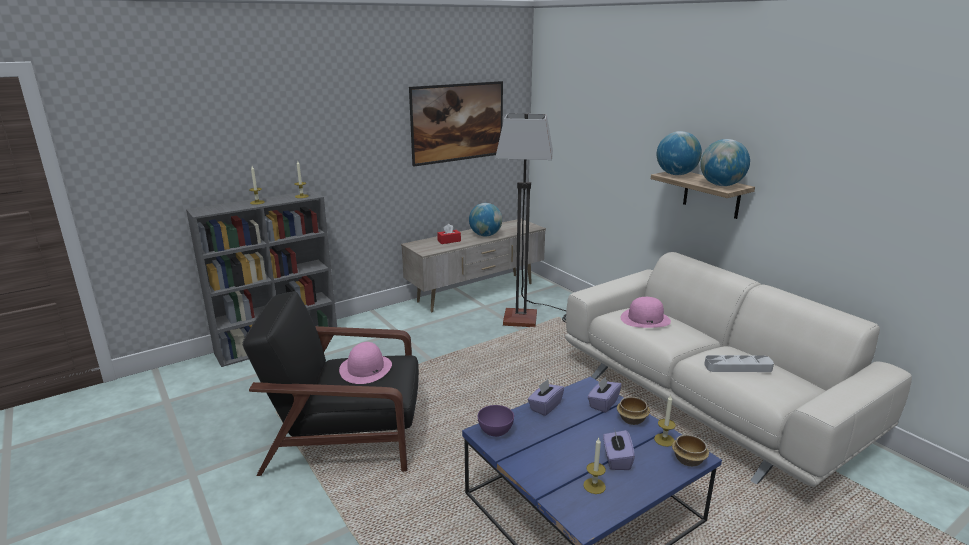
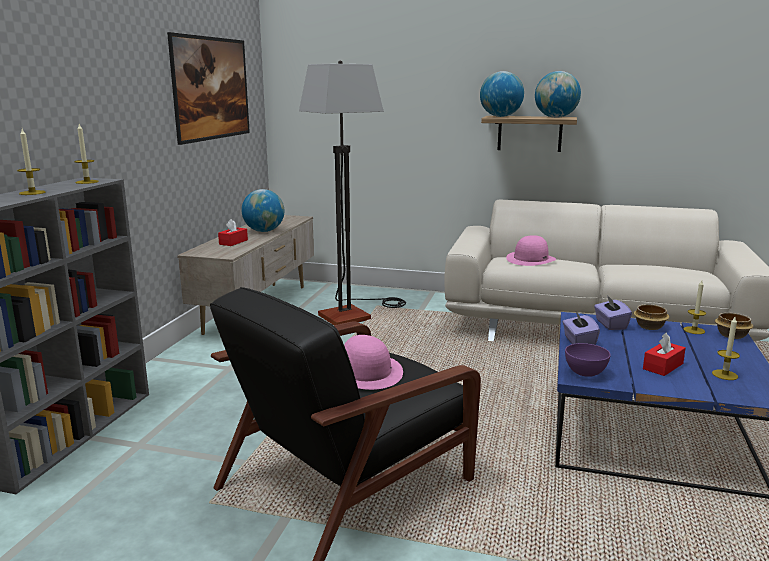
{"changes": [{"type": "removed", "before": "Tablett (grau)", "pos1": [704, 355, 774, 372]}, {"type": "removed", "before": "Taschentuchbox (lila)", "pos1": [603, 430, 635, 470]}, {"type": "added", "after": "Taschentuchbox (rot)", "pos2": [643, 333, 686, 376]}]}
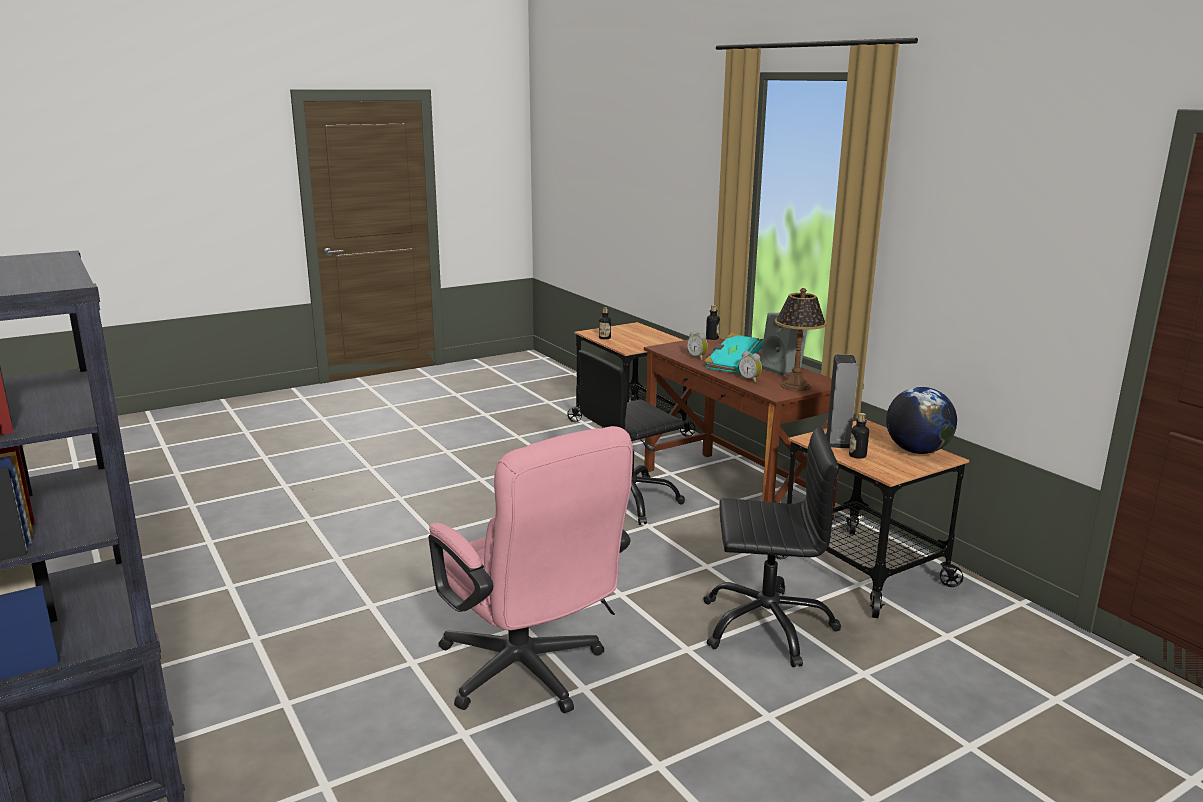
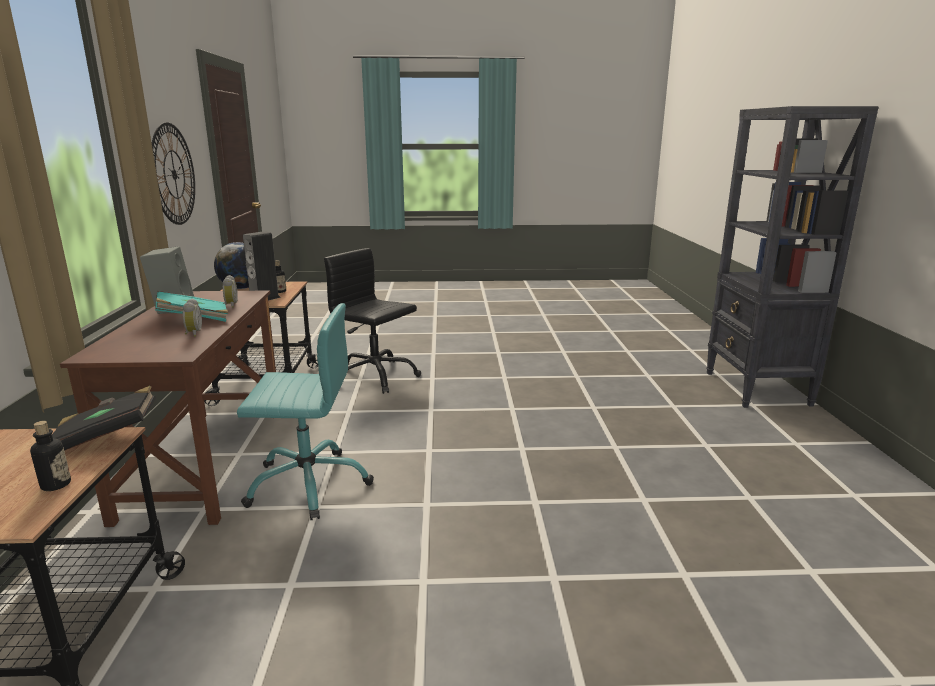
{"changes": [{"type": "removed", "before": "Tischlampe", "pos1": [774, 288, 827, 391]}, {"type": "removed", "before": "Flasche", "pos1": [706, 305, 720, 340]}, {"type": "recoloured", "before": "Bürostuhl (schwarz)", "after": "Bürostuhl (türkis)", "pos1": [579, 350, 685, 525], "pos2": [237, 303, 374, 520]}, {"type": "removed", "before": "Bürostuhl (rosa)", "pos1": [428, 426, 633, 713]}, {"type": "added", "after": "Wanduhr", "pos2": [152, 122, 195, 225]}, {"type": "added", "after": "Buch (schwarz)", "pos2": [52, 386, 156, 451]}]}
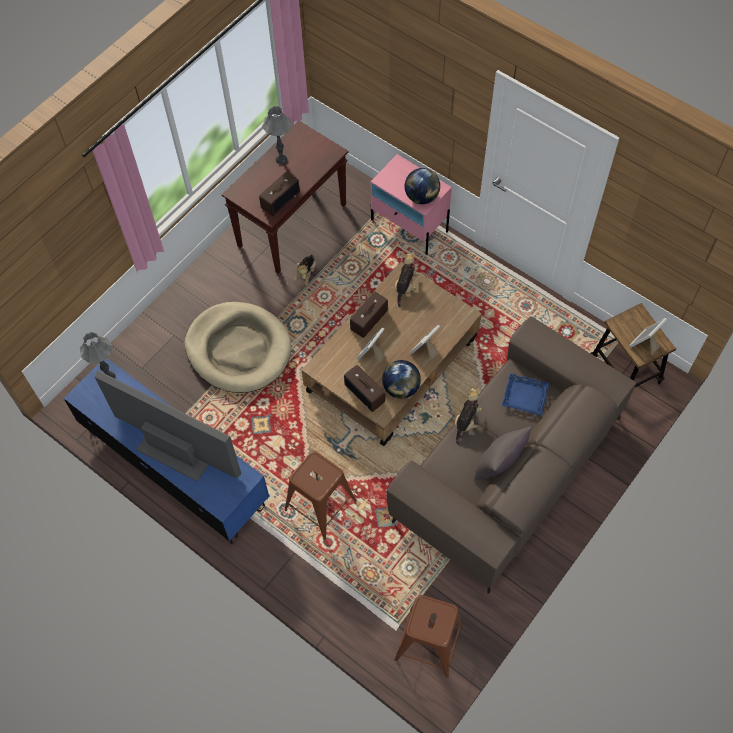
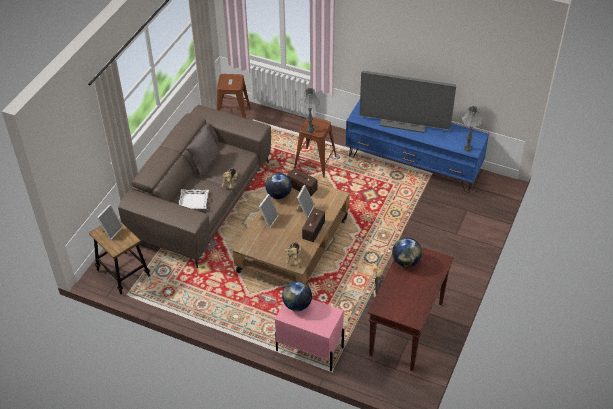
{"changes": [{"type": "moved", "before": "Tischlampe (grau)", "pos1": [262, 106, 291, 164], "pos2": [300, 88, 320, 133]}, {"type": "replaced", "before": "Radio", "after": "Globus", "pos1": [259, 172, 300, 216], "pos2": [392, 238, 422, 267]}, {"type": "removed", "before": "Hundebett (beige)", "pos1": [185, 302, 292, 393]}, {"type": "recoloured", "before": "Tablett (blau)", "after": "Tablett (weiß)", "pos1": [501, 373, 550, 416], "pos2": [179, 189, 209, 209]}]}
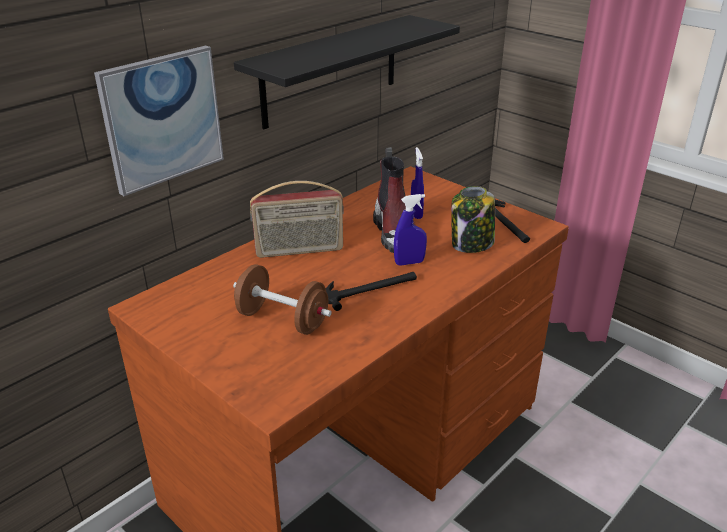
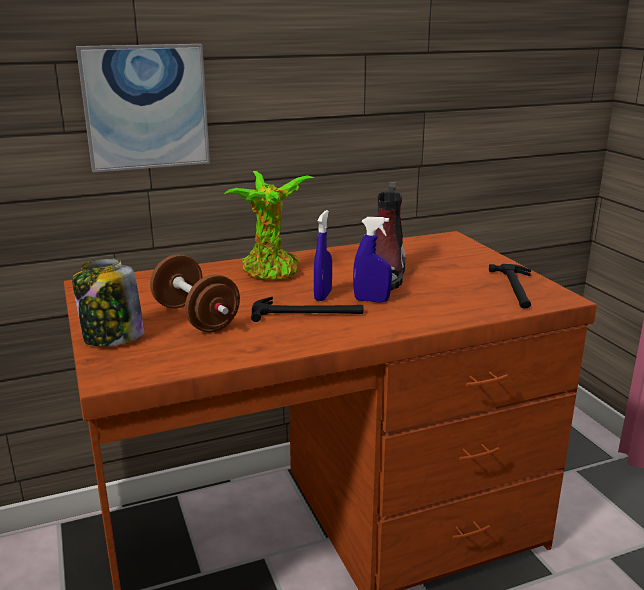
{"changes": [{"type": "removed", "before": "Wandregal (schwarz)", "pos1": [234, 15, 460, 129]}, {"type": "moved", "before": "Sprühflasche (blau)", "pos1": [411, 147, 424, 219], "pos2": [314, 210, 332, 301]}, {"type": "replaced", "before": "Radio", "after": "Topfpflanze", "pos1": [250, 181, 344, 258], "pos2": [224, 171, 315, 280]}, {"type": "moved", "before": "Vorratsglas", "pos1": [451, 186, 495, 253], "pos2": [72, 259, 145, 347]}]}
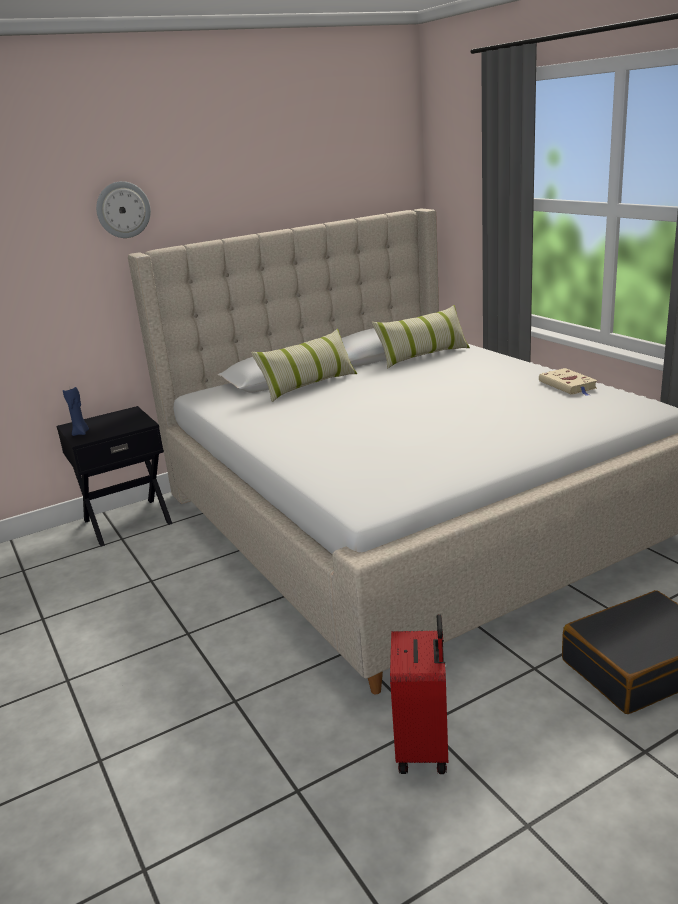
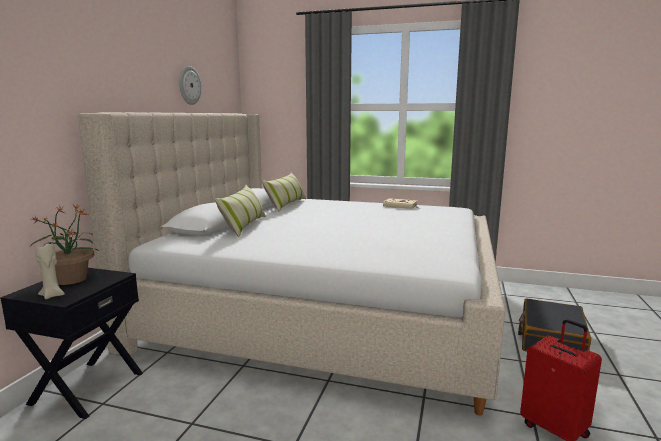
{"changes": [{"type": "moved", "before": "Wanduhr", "pos1": [96, 181, 151, 238], "pos2": [179, 66, 201, 105]}, {"type": "recoloured", "before": "Kerze (blau)", "after": "Kerze (beige)", "pos1": [63, 387, 89, 436], "pos2": [35, 243, 65, 299]}, {"type": "added", "after": "Topfpflanze", "pos2": [29, 206, 97, 285]}]}
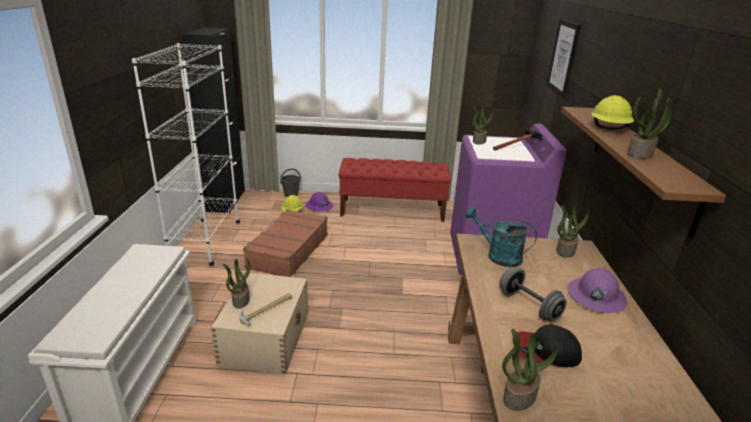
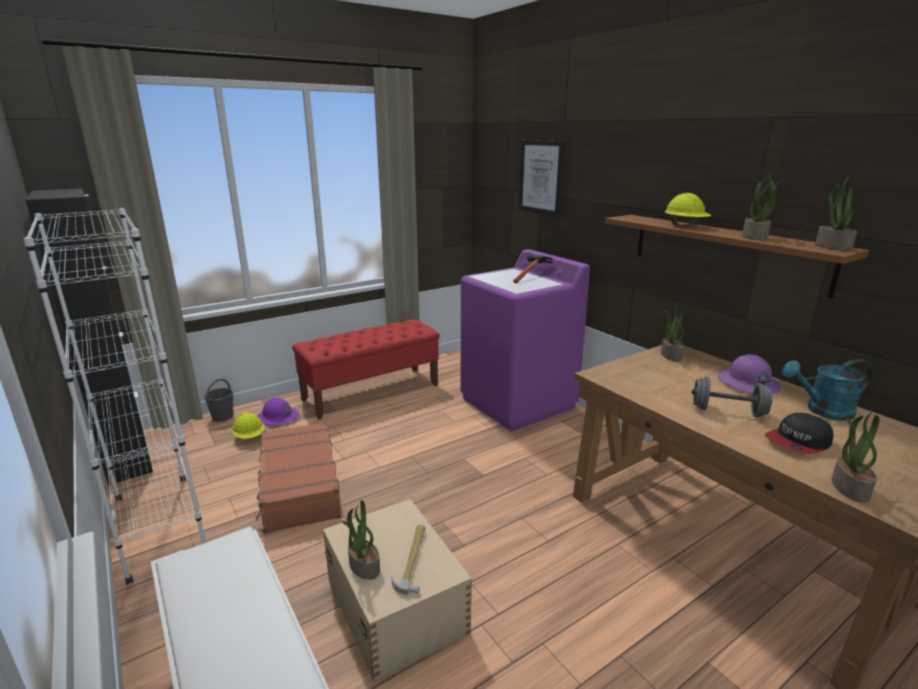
{"changes": [{"type": "moved", "before": "Topfpflanze", "pos1": [472, 104, 493, 144], "pos2": [815, 176, 857, 251]}, {"type": "moved", "before": "Gießkanne (türkis)", "pos1": [465, 207, 537, 267], "pos2": [782, 359, 873, 421]}]}
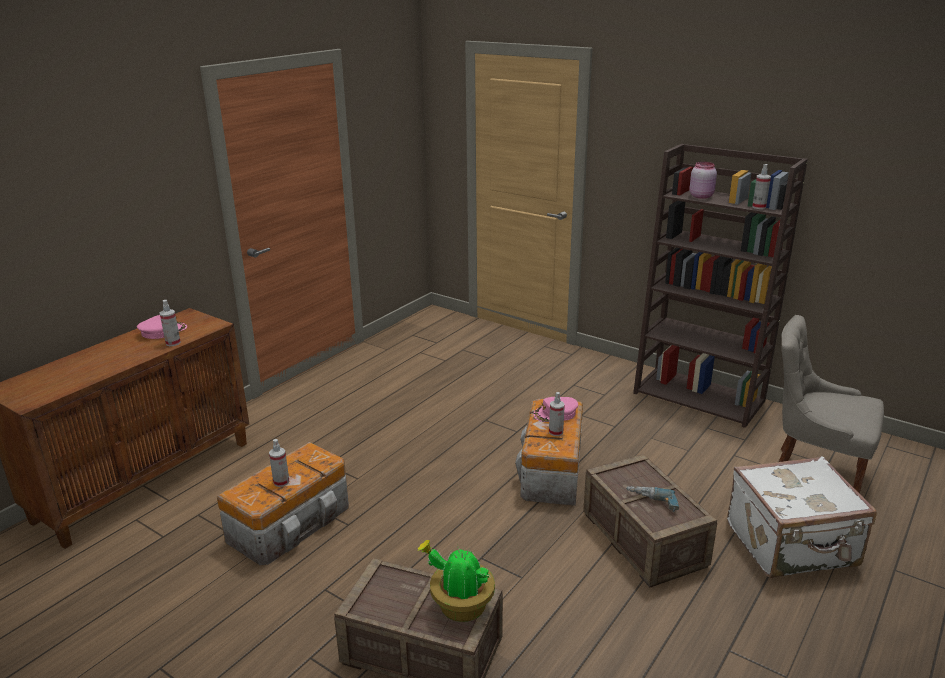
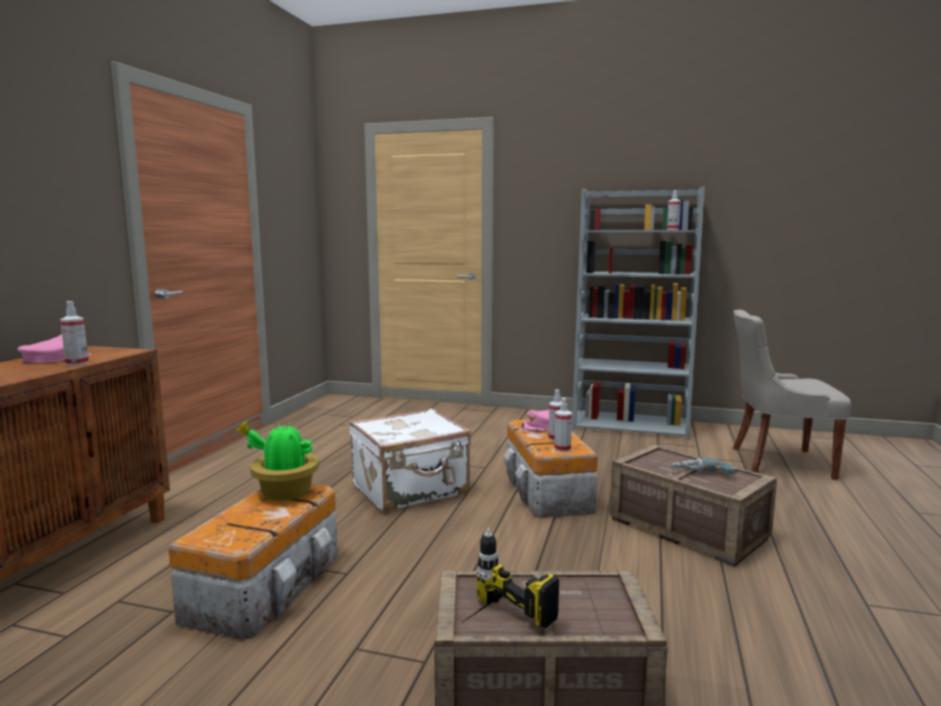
{"changes": [{"type": "recoloured", "before": "Bücherregal (braun)", "after": "Bücherregal (grau)", "pos1": [633, 144, 808, 428], "pos2": [572, 187, 705, 439]}, {"type": "removed", "before": "Vorratsglas (rosa)", "pos1": [689, 162, 717, 199]}, {"type": "moved", "before": "Sprühflasche", "pos1": [269, 439, 289, 487], "pos2": [554, 398, 572, 452]}, {"type": "moved", "before": "Koffer (weiß)", "pos1": [727, 456, 877, 578], "pos2": [349, 409, 471, 512]}, {"type": "moved", "before": "Topfpflanze", "pos1": [417, 539, 495, 622], "pos2": [236, 420, 319, 501]}, {"type": "added", "after": "Bohrmaschine", "pos2": [460, 528, 559, 628]}]}
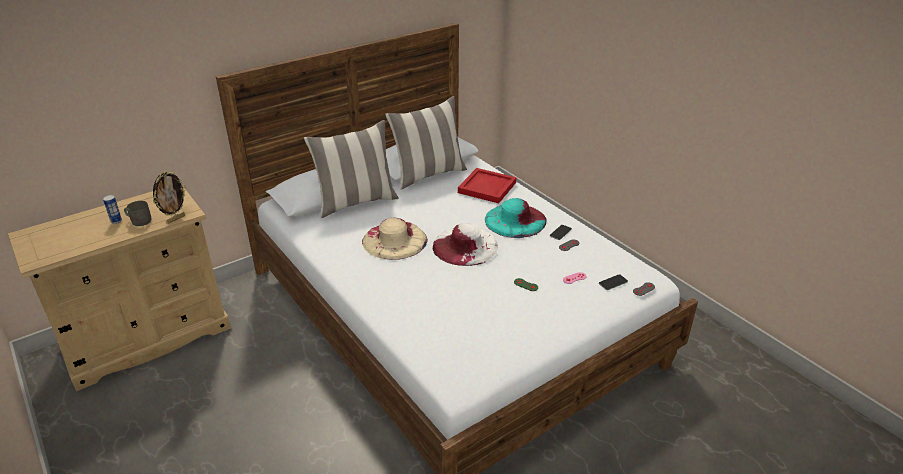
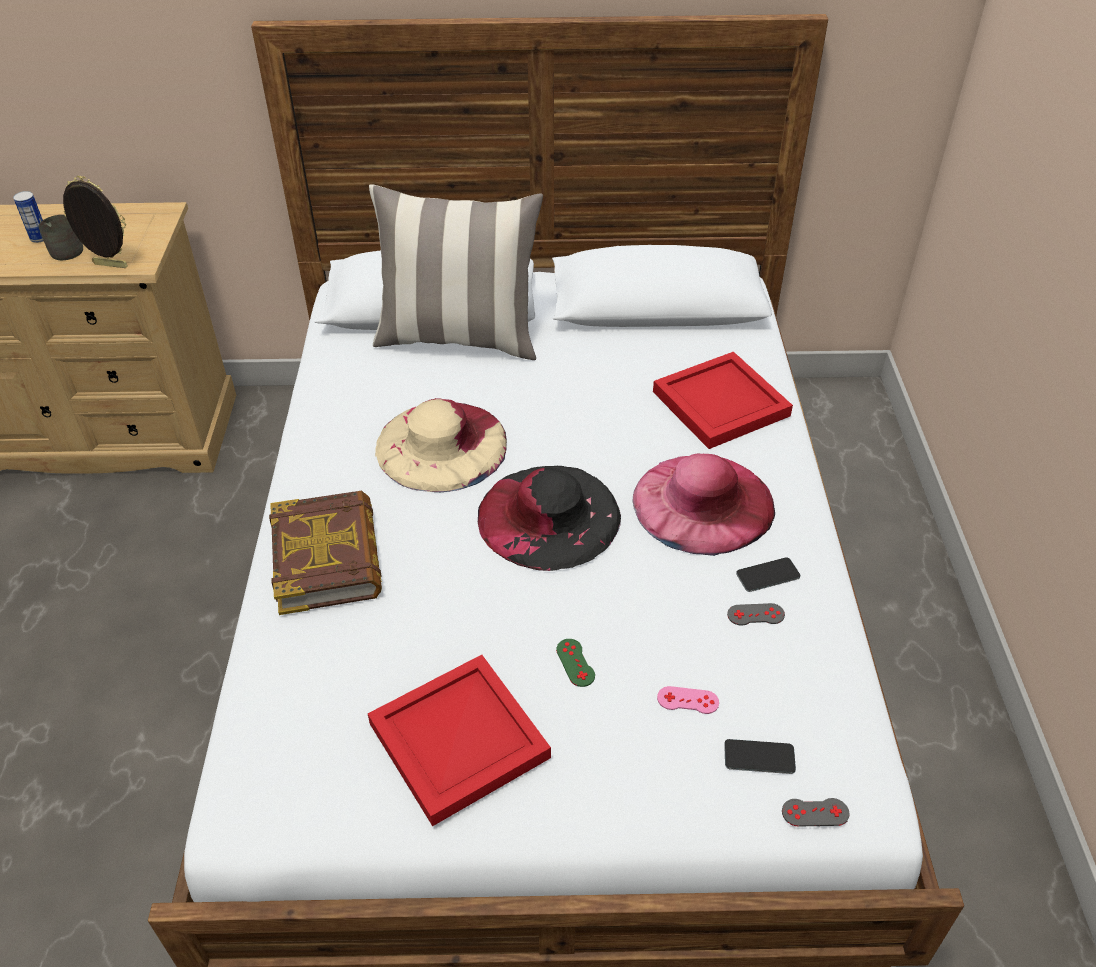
{"changes": [{"type": "removed", "before": "Kissen", "pos1": [385, 96, 467, 190]}, {"type": "turned", "before": "Bilderrahmen", "pos1": [153, 171, 186, 224], "pos2": [63, 176, 128, 268], "turn": -150}, {"type": "recoloured", "before": "Hut (türkis)", "after": "Hut (rosa)", "pos1": [485, 198, 547, 238], "pos2": [632, 454, 775, 556]}, {"type": "recoloured", "before": "Hut (weiß)", "after": "Hut (schwarz)", "pos1": [432, 223, 498, 266], "pos2": [478, 466, 621, 571]}, {"type": "added", "after": "Buch", "pos2": [269, 491, 382, 615]}, {"type": "added", "after": "Tablett (rot)", "pos2": [368, 655, 551, 826]}]}
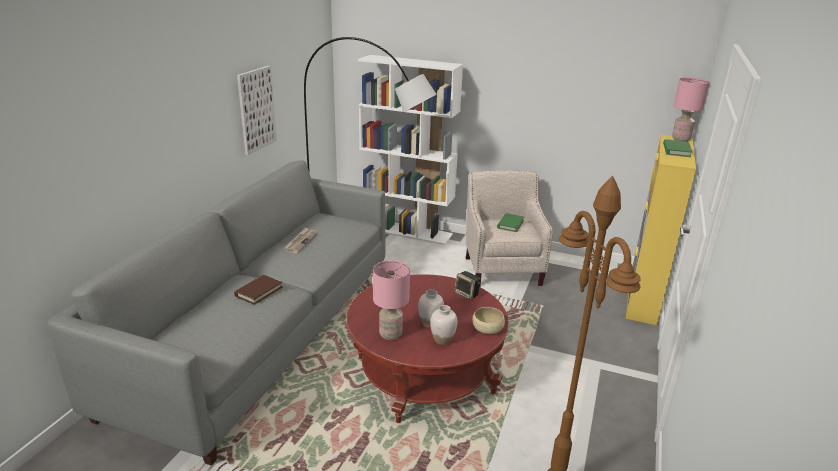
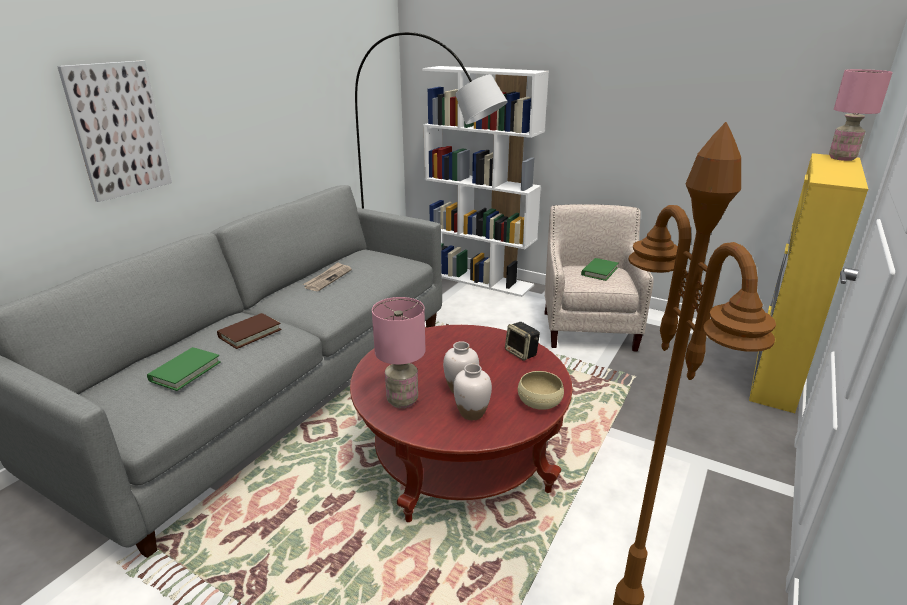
{"changes": [{"type": "moved", "before": "Bild", "pos1": [237, 66, 277, 155], "pos2": [57, 61, 172, 202]}, {"type": "moved", "before": "Buch (grün)", "pos1": [663, 139, 692, 157], "pos2": [147, 347, 221, 391]}]}
